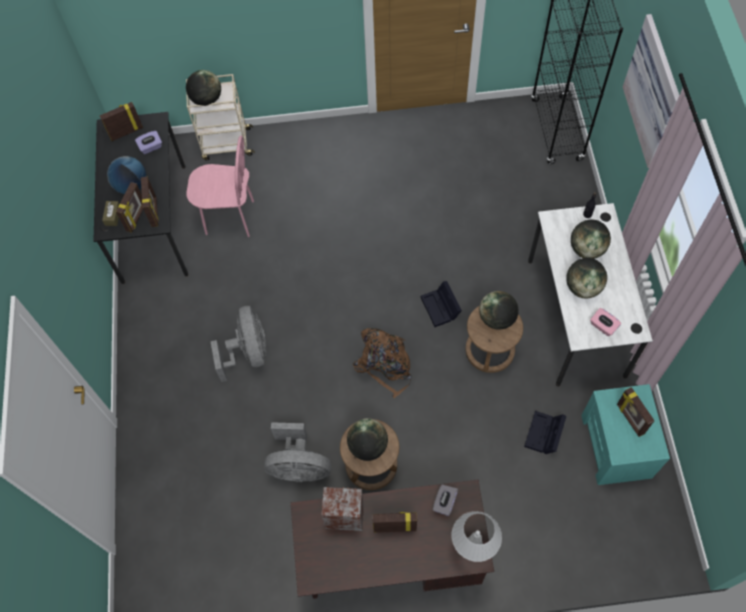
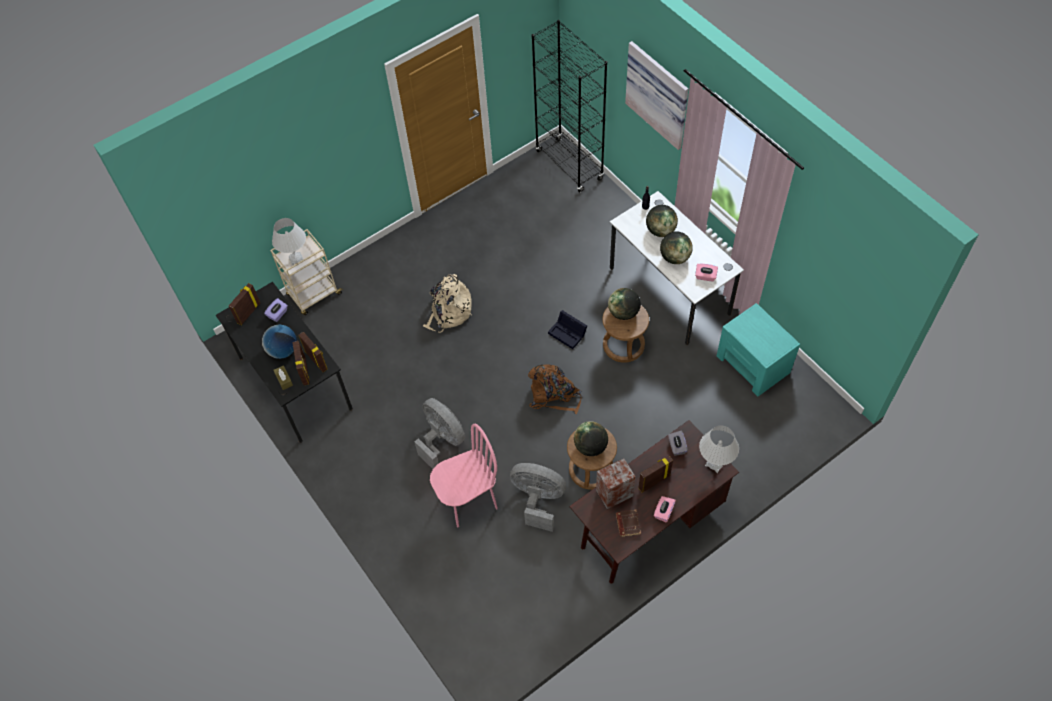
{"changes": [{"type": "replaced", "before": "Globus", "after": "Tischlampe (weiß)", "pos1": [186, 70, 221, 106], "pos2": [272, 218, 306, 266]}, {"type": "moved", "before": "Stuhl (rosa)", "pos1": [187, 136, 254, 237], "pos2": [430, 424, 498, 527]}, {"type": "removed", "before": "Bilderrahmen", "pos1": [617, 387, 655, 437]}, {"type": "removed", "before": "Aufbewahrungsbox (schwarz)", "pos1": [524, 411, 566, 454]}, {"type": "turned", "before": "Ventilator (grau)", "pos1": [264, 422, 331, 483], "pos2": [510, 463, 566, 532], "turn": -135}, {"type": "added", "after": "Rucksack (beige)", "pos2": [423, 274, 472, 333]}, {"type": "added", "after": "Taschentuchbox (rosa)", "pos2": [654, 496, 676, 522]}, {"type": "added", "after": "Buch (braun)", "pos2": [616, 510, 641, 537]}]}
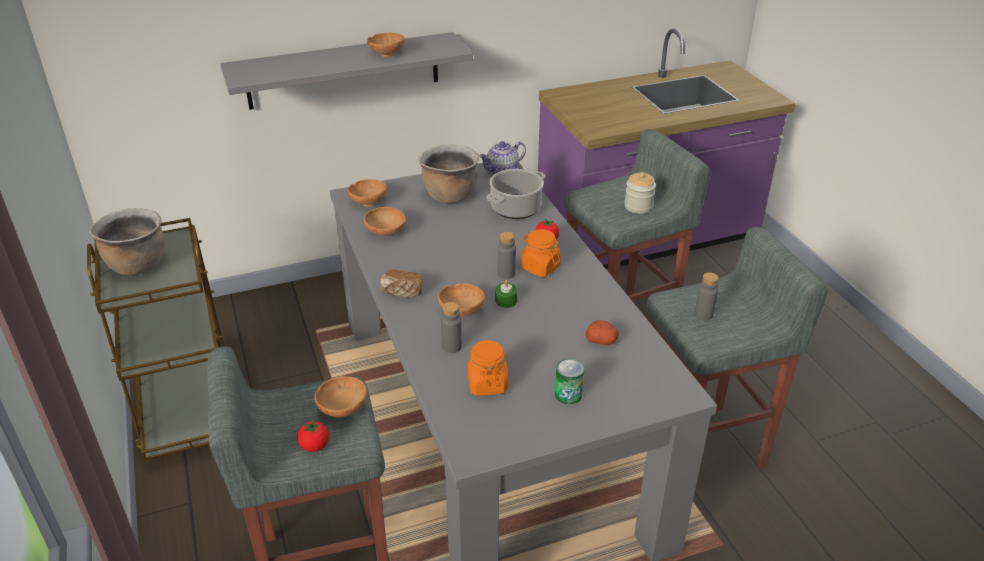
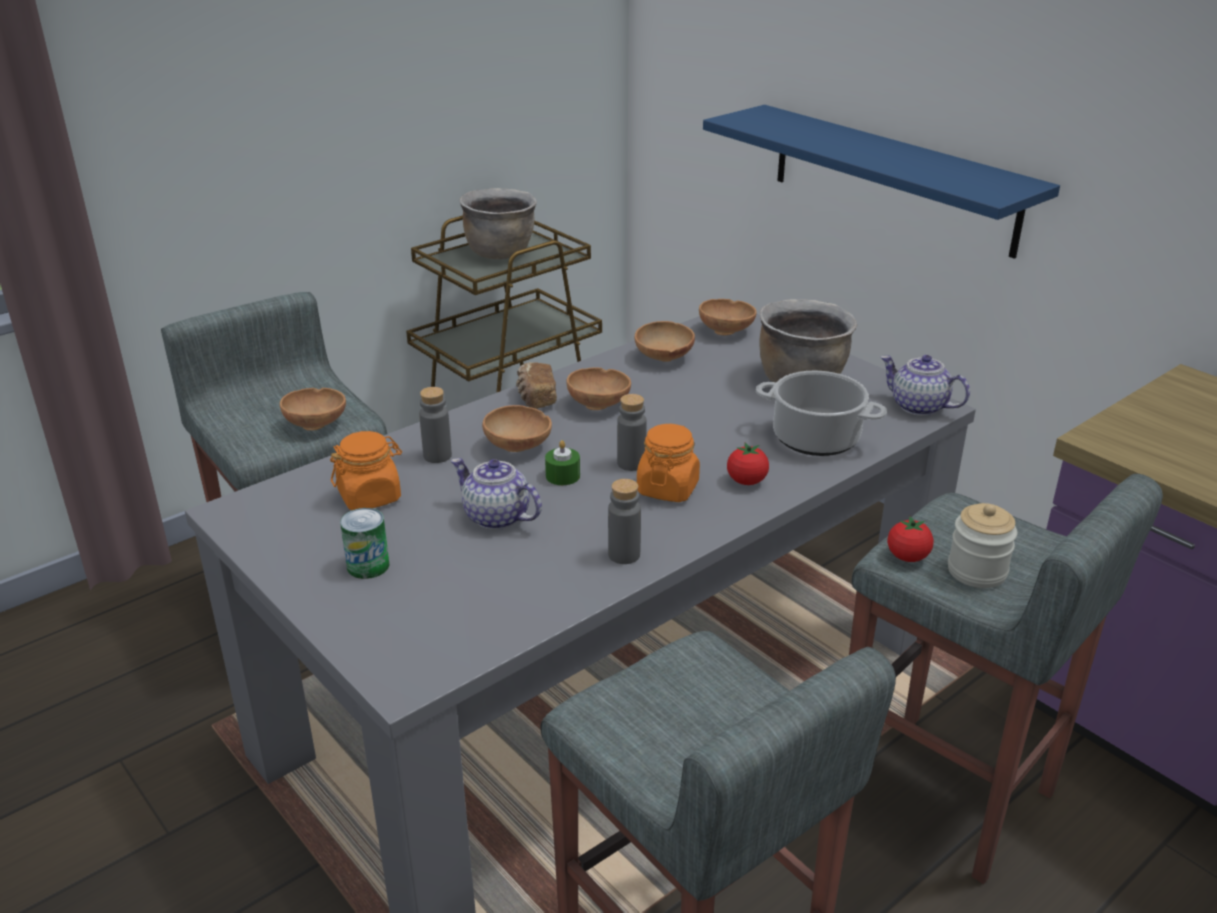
{"changes": [{"type": "recoloured", "before": "Wandregal (grau)", "after": "Wandregal (blau)", "pos1": [220, 32, 473, 110], "pos2": [703, 105, 1060, 259]}, {"type": "moved", "before": "Schüssel (braun)", "pos1": [367, 33, 405, 57], "pos2": [566, 368, 631, 410]}, {"type": "moved", "before": "Flasche (grau)", "pos1": [694, 272, 719, 321], "pos2": [608, 479, 641, 564]}, {"type": "removed", "before": "Kartoffel", "pos1": [586, 320, 619, 345]}, {"type": "moved", "before": "Tomate", "pos1": [297, 419, 329, 452], "pos2": [887, 516, 934, 562]}, {"type": "added", "after": "Teekanne", "pos2": [451, 458, 542, 530]}]}
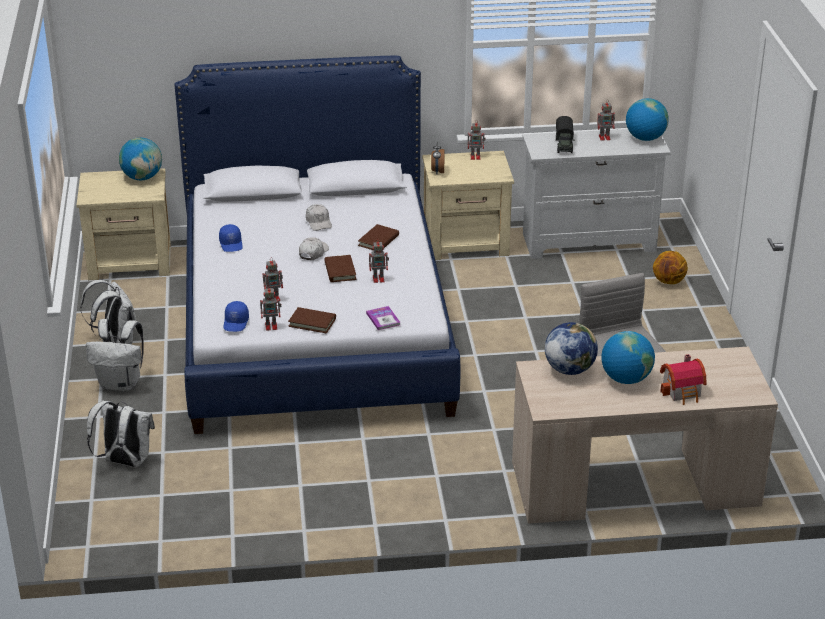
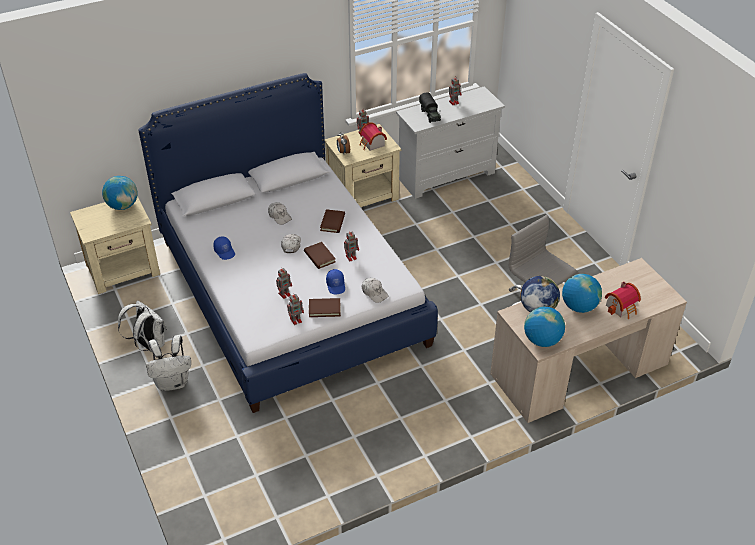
{"changes": [{"type": "moved", "before": "Globus", "pos1": [626, 98, 669, 141], "pos2": [524, 307, 565, 347]}, {"type": "removed", "before": "Basketball", "pos1": [653, 251, 688, 284]}, {"type": "moved", "before": "Kappe (blau)", "pos1": [223, 301, 249, 332], "pos2": [326, 269, 345, 294]}, {"type": "replaced", "before": "Buch", "after": "Kappe (weiß)", "pos1": [366, 306, 400, 330], "pos2": [362, 278, 389, 303]}, {"type": "removed", "before": "Rucksack (weiß)", "pos1": [87, 400, 155, 467]}, {"type": "added", "after": "Spielzeughaus", "pos2": [359, 122, 387, 151]}]}
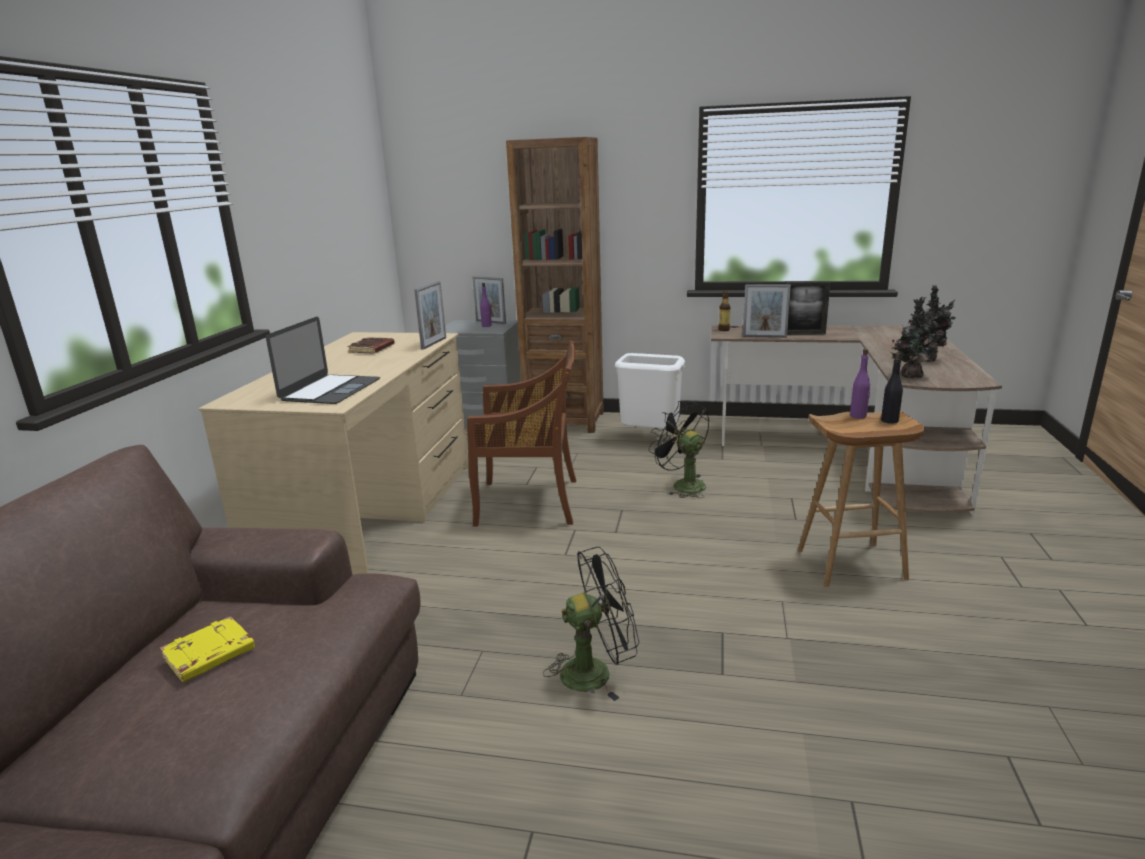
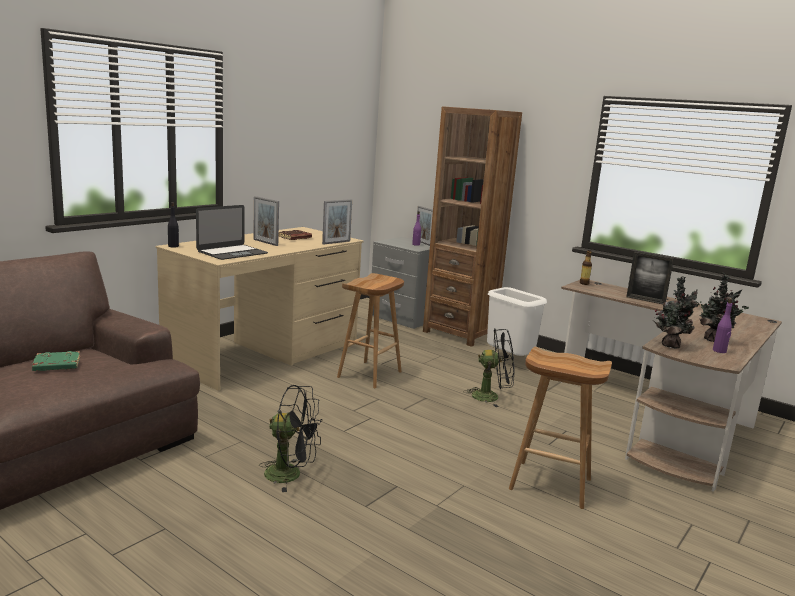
{"changes": [{"type": "moved", "before": "Bilderrahmen", "pos1": [743, 284, 791, 338], "pos2": [253, 196, 279, 246]}, {"type": "replaced", "before": "Stuhl (braun)", "after": "Hocker (braun)", "pos1": [467, 340, 576, 527], "pos2": [337, 273, 404, 388]}, {"type": "moved", "before": "Flasche (lila)", "pos1": [850, 349, 870, 419], "pos2": [713, 298, 733, 353]}, {"type": "moved", "before": "Flasche (schwarz)", "pos1": [881, 353, 903, 424], "pos2": [168, 202, 179, 248]}, {"type": "turned", "before": "Ventilator (schwarz)", "pos1": [648, 401, 710, 498], "pos2": [463, 329, 514, 407], "turn": 105}, {"type": "recoloured", "before": "Buch (gelb)", "after": "Buch (grün)", "pos1": [160, 616, 255, 682], "pos2": [32, 351, 80, 371]}]}
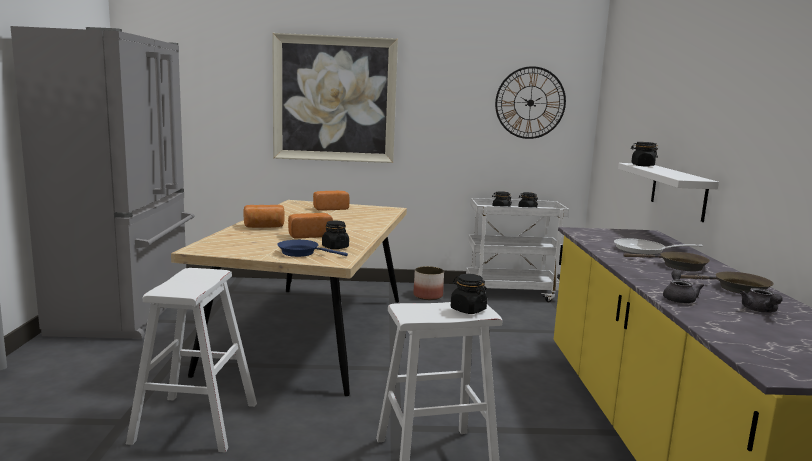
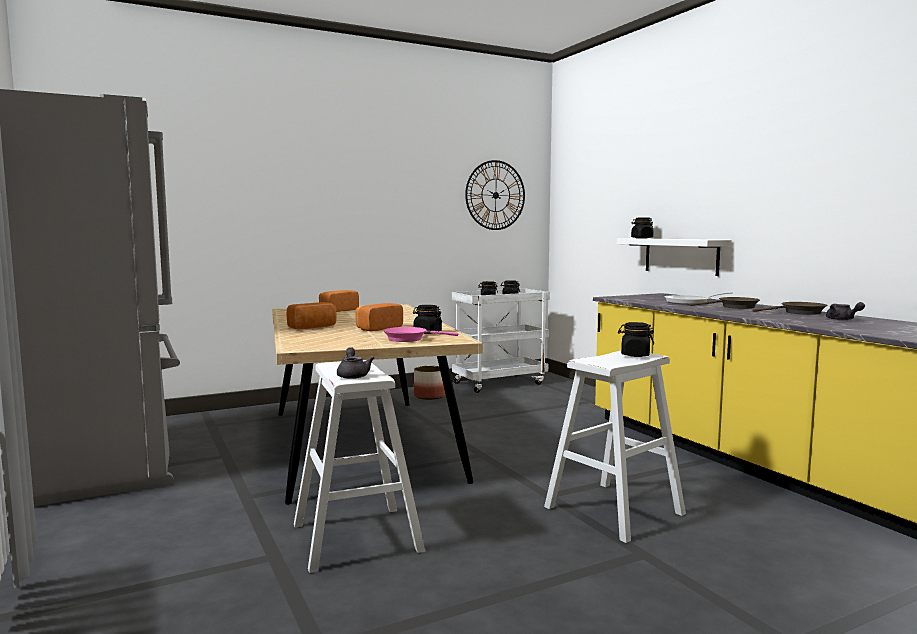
{"changes": [{"type": "removed", "before": "Bild", "pos1": [272, 33, 398, 163]}, {"type": "recoloured", "before": "Pfanne (blau)", "after": "Pfanne (rosa)", "pos1": [277, 240, 348, 257], "pos2": [383, 327, 458, 342]}, {"type": "moved", "before": "Teekanne (grau)", "pos1": [663, 270, 704, 304], "pos2": [337, 347, 374, 379]}]}
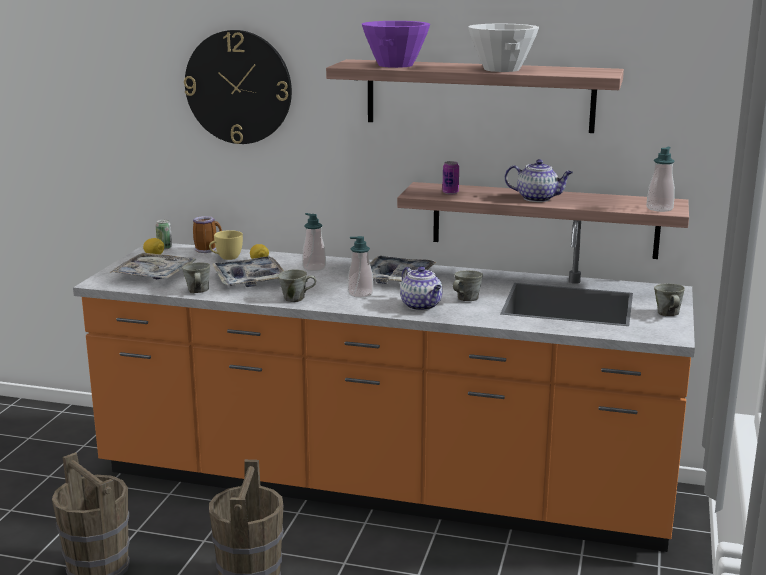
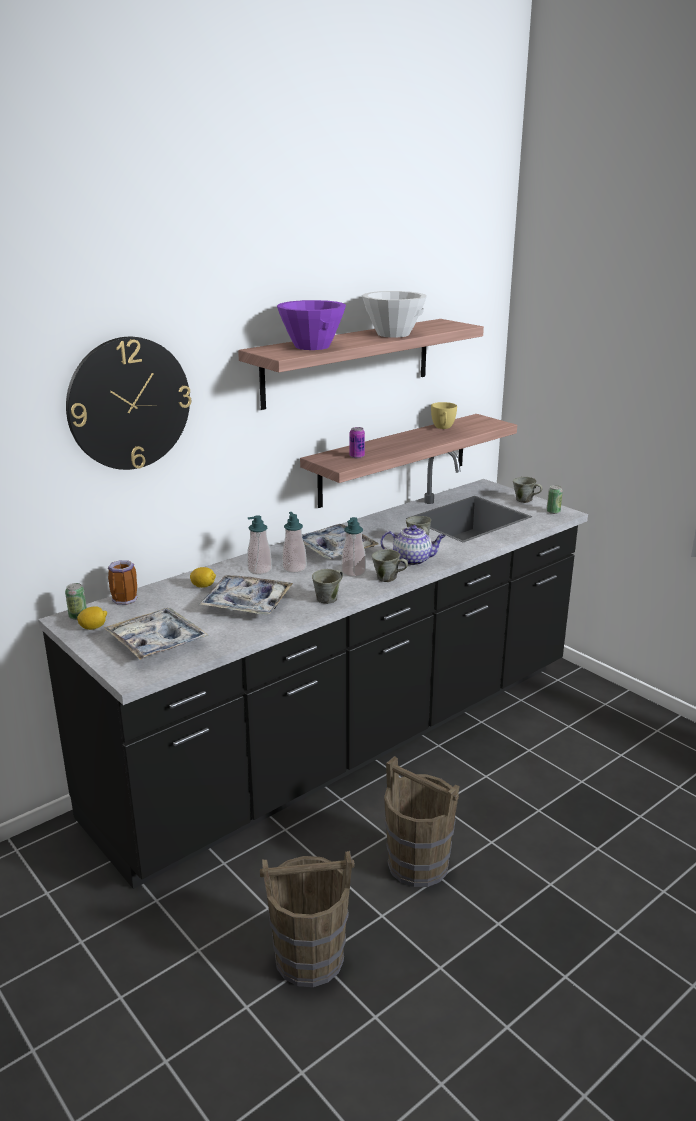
{"changes": [{"type": "moved", "before": "Seifenspender", "pos1": [646, 147, 675, 212], "pos2": [282, 512, 307, 573]}, {"type": "removed", "before": "Teekanne", "pos1": [505, 159, 573, 202]}, {"type": "recoloured", "before": "Küchenzeile (orange)", "after": "Küchenzeile (schwarz)", "pos1": [73, 220, 695, 552], "pos2": [38, 451, 588, 889]}, {"type": "moved", "before": "Tasse (gelb)", "pos1": [209, 230, 243, 260], "pos2": [431, 402, 457, 429]}, {"type": "moved", "before": "Henkelbecher (grau)", "pos1": [182, 263, 210, 293], "pos2": [372, 549, 408, 582]}, {"type": "added", "after": "Dose", "pos2": [546, 485, 563, 514]}]}
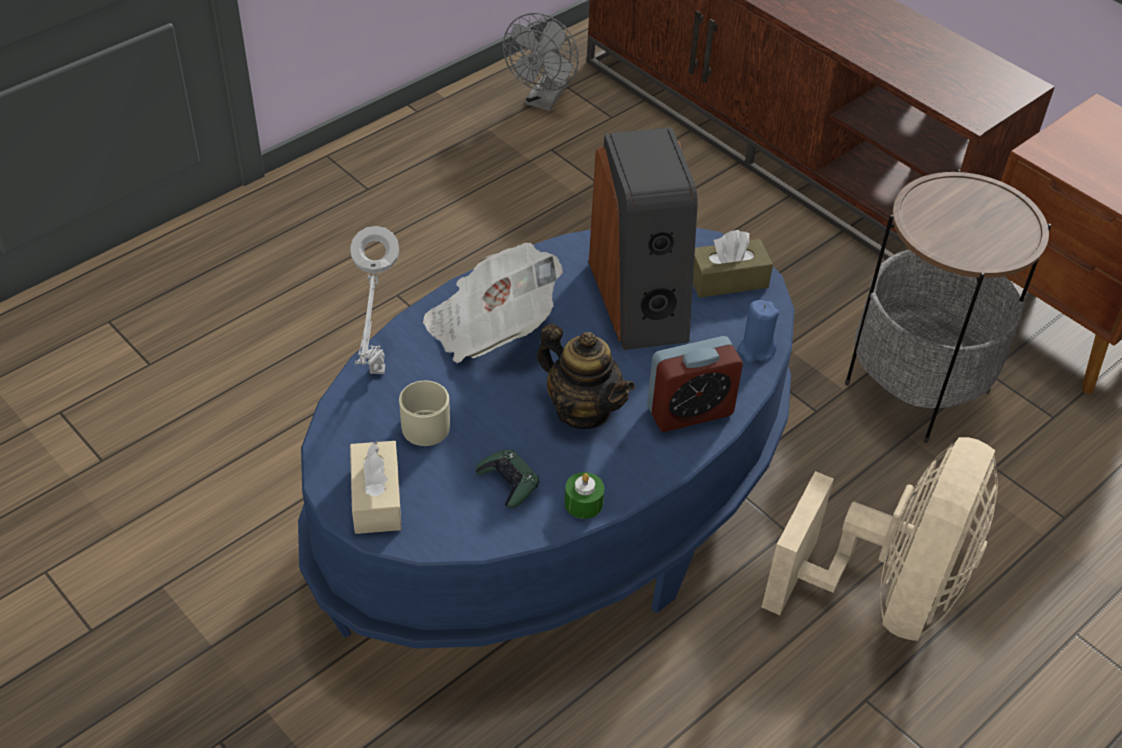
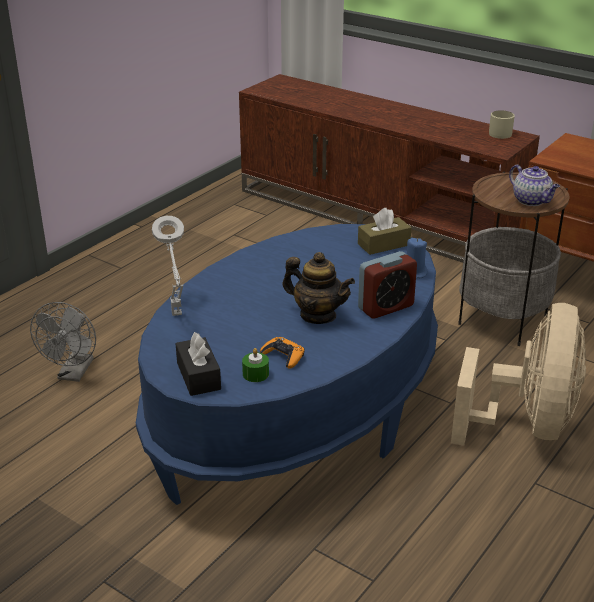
{"changes": [{"type": "moved", "before": "Ventilator (grau)", "pos1": [503, 13, 579, 111], "pos2": [30, 302, 96, 382]}, {"type": "removed", "before": "Lautsprecher", "pos1": [589, 127, 698, 350]}, {"type": "removed", "before": "Zeitung", "pos1": [423, 243, 563, 363]}, {"type": "moved", "before": "Henkelbecher (beige)", "pos1": [399, 381, 450, 446], "pos2": [489, 110, 515, 139]}, {"type": "recoloured", "before": "Taschentuchbox (beige)", "after": "Taschentuchbox (schwarz)", "pos1": [350, 441, 402, 534], "pos2": [175, 332, 221, 396]}, {"type": "recoloured", "before": "Gamepad (grün)", "after": "Gamepad (orange)", "pos1": [476, 450, 539, 508], "pos2": [260, 337, 305, 369]}, {"type": "moved", "before": "Kerze (grün)", "pos1": [565, 472, 604, 519], "pos2": [242, 348, 269, 382]}, {"type": "added", "after": "Teekanne", "pos2": [509, 165, 560, 206]}]}
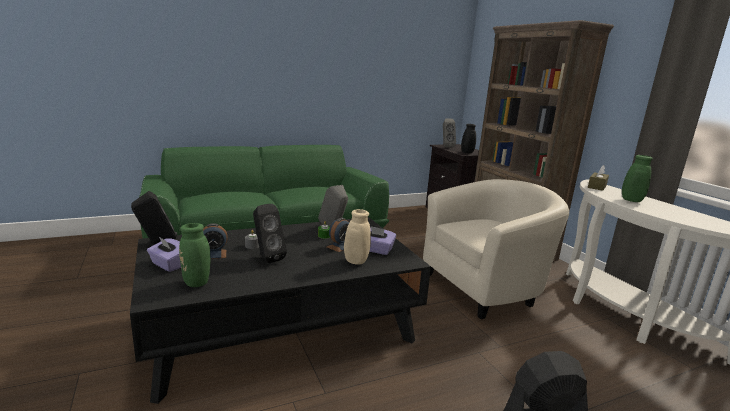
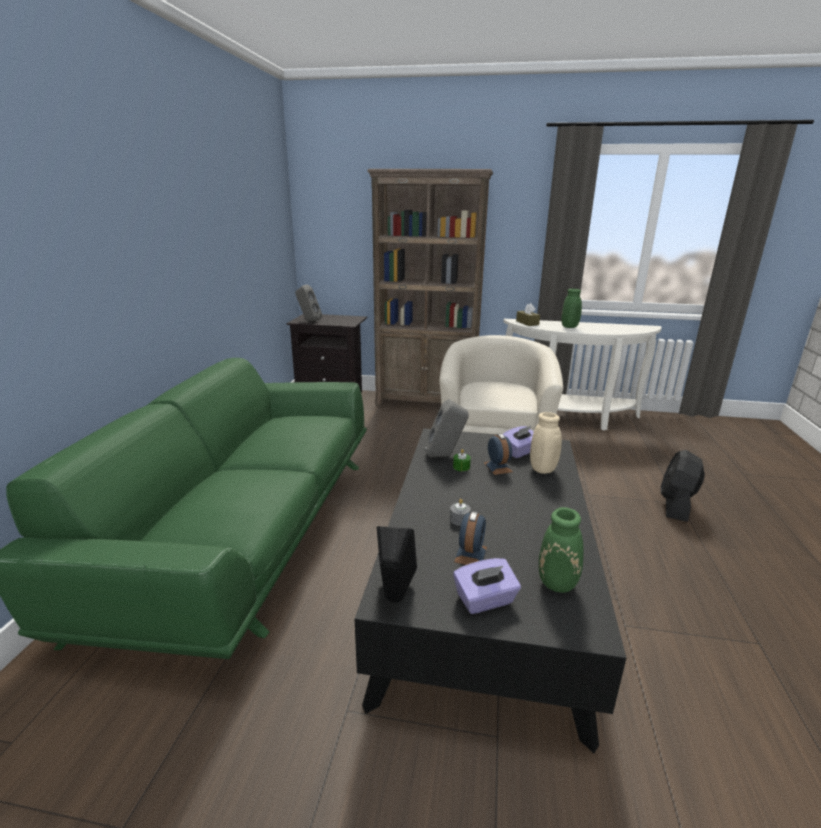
{"changes": [{"type": "removed", "before": "Vase (schwarz)", "pos1": [461, 124, 476, 153]}, {"type": "removed", "before": "Lautsprecher (schwarz)", "pos1": [253, 204, 287, 263]}]}
